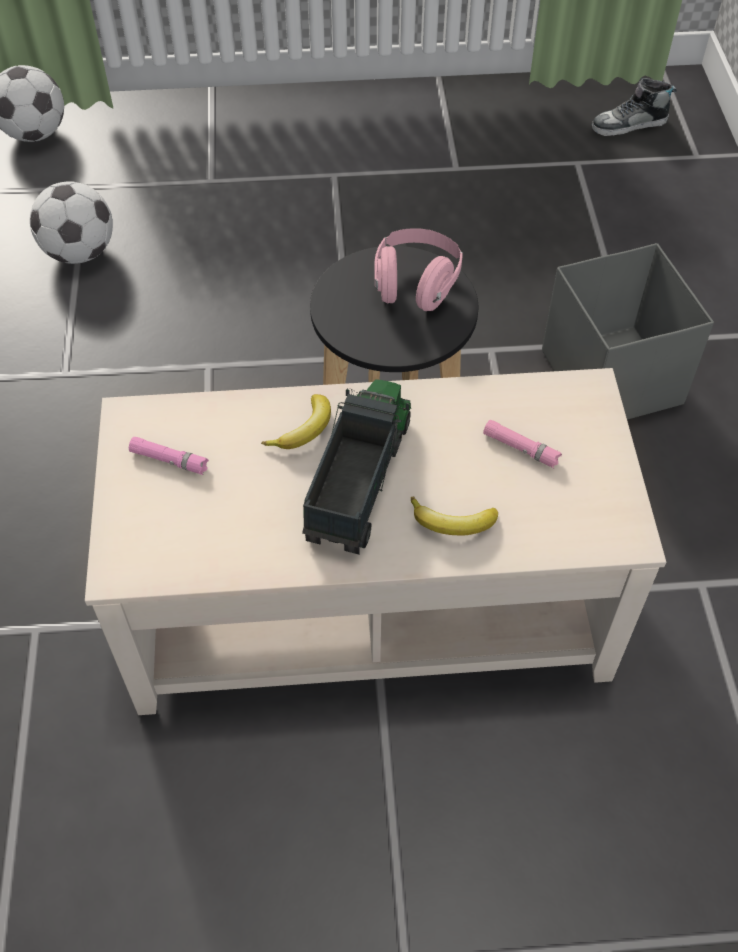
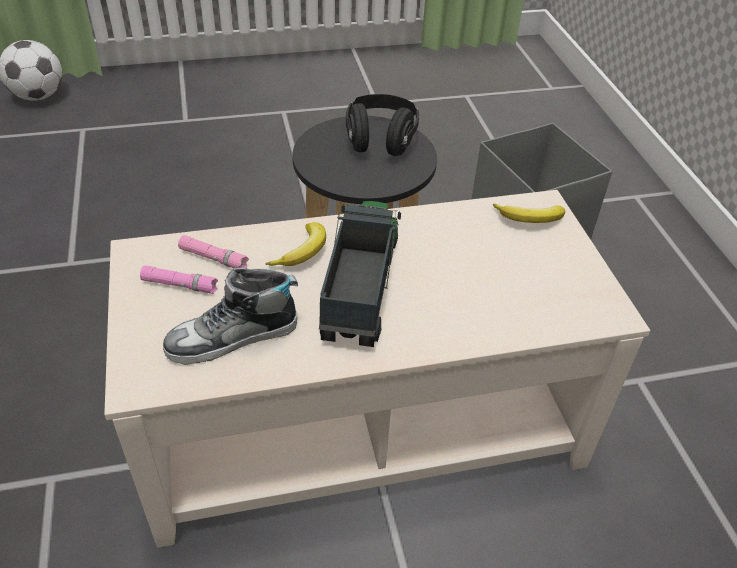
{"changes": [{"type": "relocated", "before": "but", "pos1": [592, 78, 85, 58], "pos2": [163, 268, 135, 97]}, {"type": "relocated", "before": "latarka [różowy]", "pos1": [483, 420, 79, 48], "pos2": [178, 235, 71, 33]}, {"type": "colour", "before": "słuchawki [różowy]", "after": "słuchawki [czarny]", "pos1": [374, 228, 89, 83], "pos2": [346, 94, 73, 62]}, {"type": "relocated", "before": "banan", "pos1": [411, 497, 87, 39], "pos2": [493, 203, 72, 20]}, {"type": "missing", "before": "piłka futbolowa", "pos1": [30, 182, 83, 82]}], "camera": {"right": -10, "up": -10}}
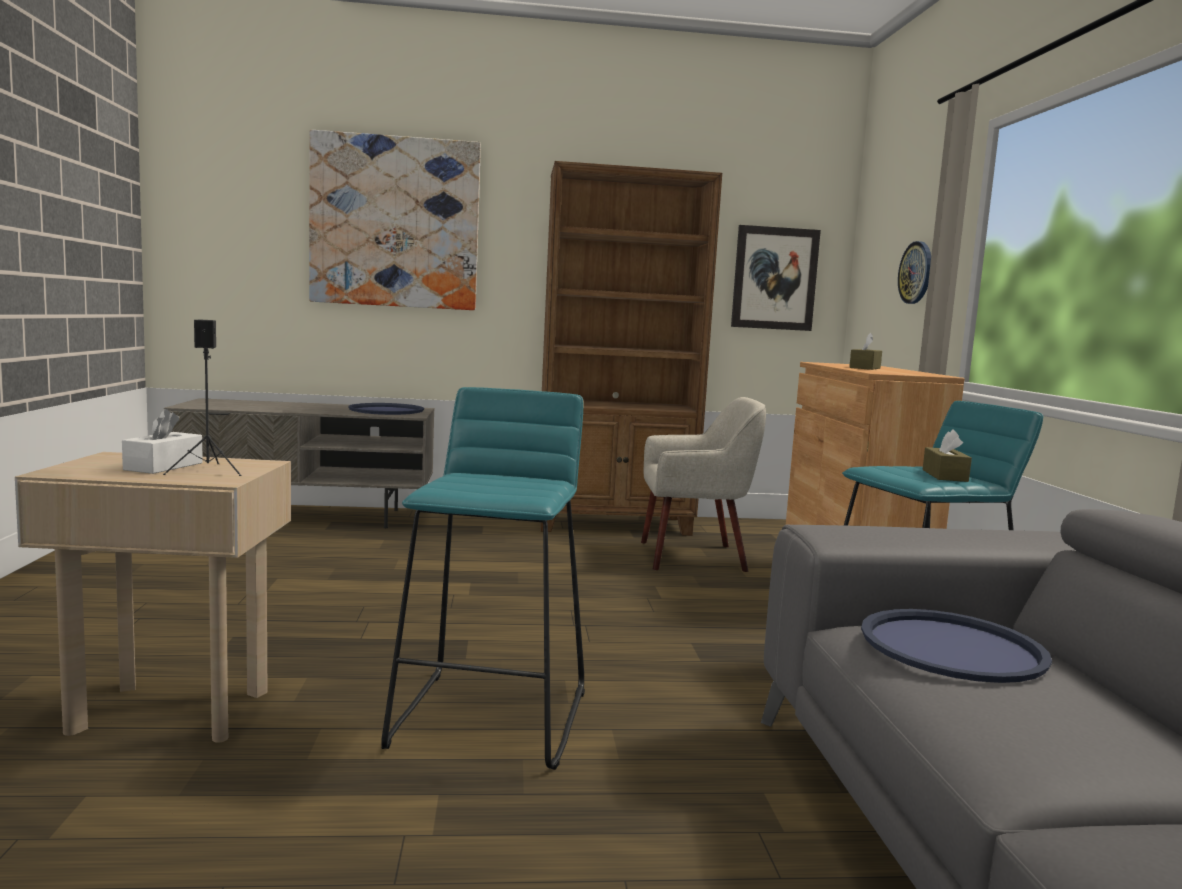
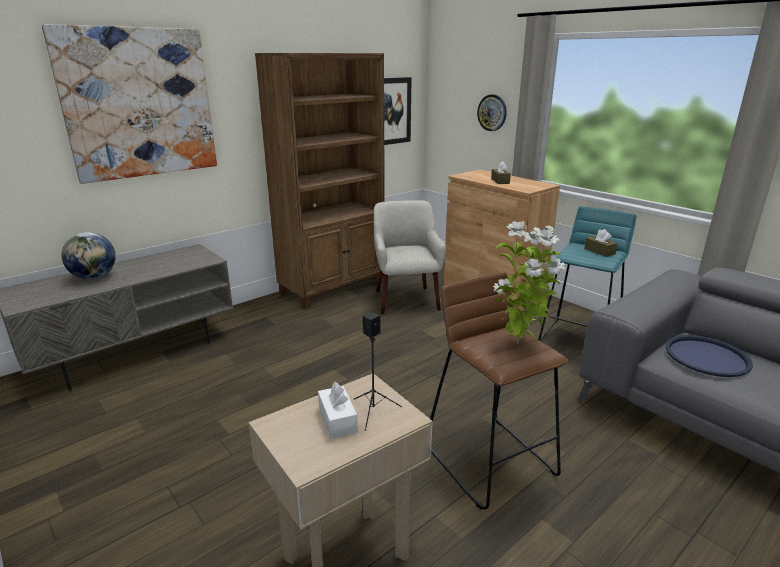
{"changes": [{"type": "appeared", "after": "globus", "pos2": [62, 232, 54, 48]}, {"type": "spun", "before": "fotel [beżowy]", "pos1": [641, 397, 125, 175], "pos2": [374, 200, 72, 114], "turn": -60}, {"type": "colour", "before": "stołek [turkusowy]", "after": "stołek [brązowy]", "pos1": [381, 387, 204, 383], "pos2": [430, 272, 139, 238]}, {"type": "appeared", "after": "roślina doniczkowa", "pos2": [493, 221, 72, 123]}, {"type": "missing", "before": "taca [niebieski]", "pos1": [348, 403, 76, 12]}], "camera": {"right": -35, "up": 15}}
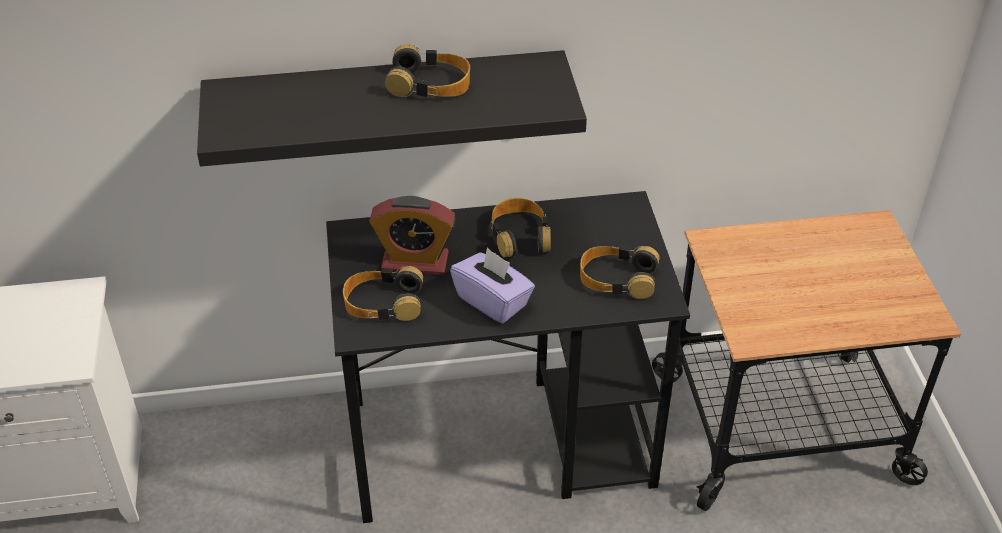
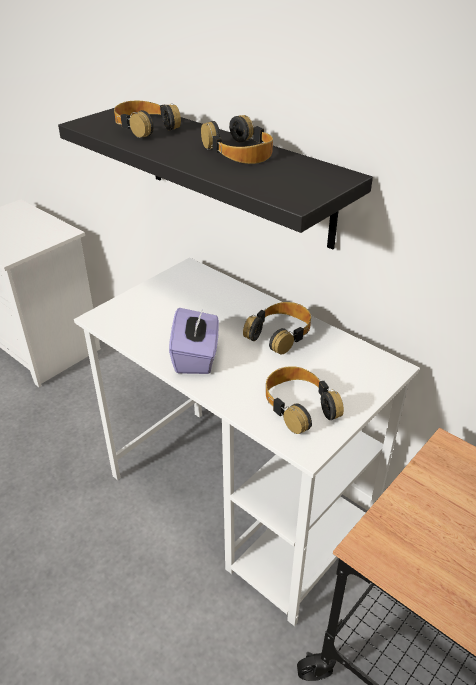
{"changes": [{"type": "colour", "before": "biurko [czarny]", "after": "biurko [biały]", "pos1": [326, 191, 364, 332], "pos2": [74, 257, 346, 369]}, {"type": "relocated", "before": "słuchawki", "pos1": [343, 266, 80, 55], "pos2": [114, 101, 67, 37]}, {"type": "missing", "before": "budzik", "pos1": [369, 196, 87, 79]}], "camera": {"right": 50, "up": -5}}
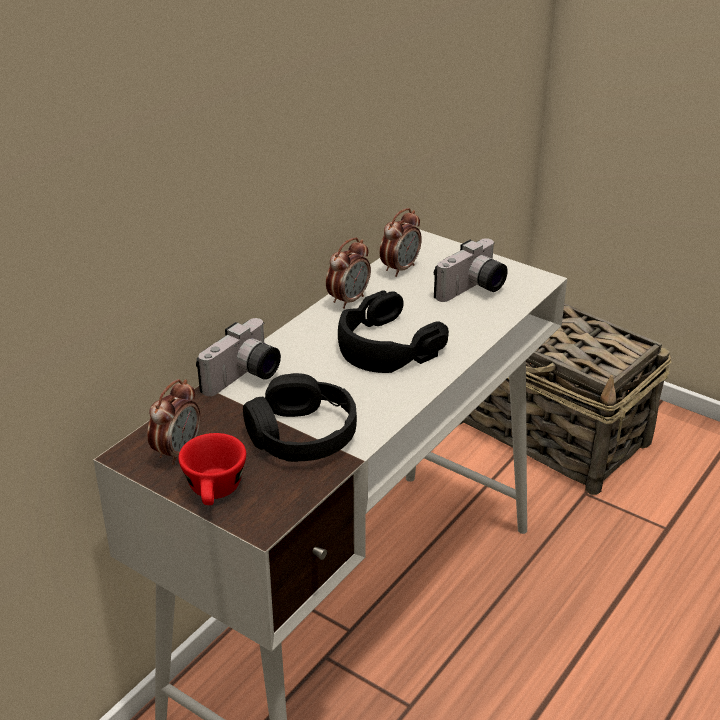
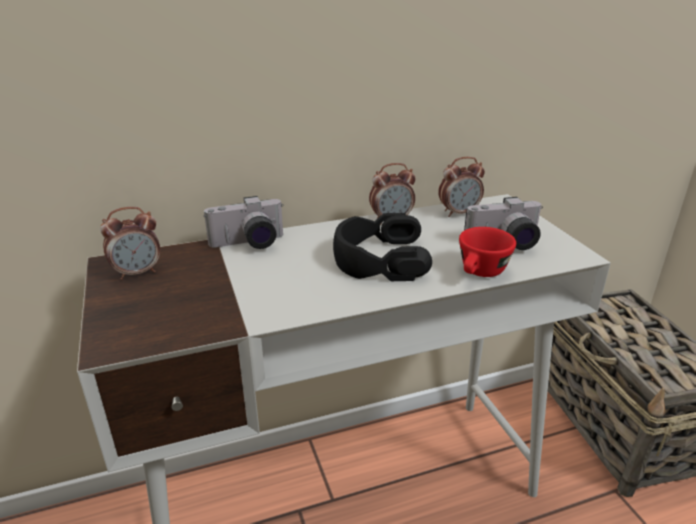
{"changes": [{"type": "relocated", "before": "filiżanka [czerwony]", "pos1": [178, 433, 68, 72], "pos2": [459, 227, 57, 50]}, {"type": "missing", "before": "słuchawki [czarny]", "pos1": [243, 373, 114, 89]}], "camera": {"right": 35, "up": -5}}
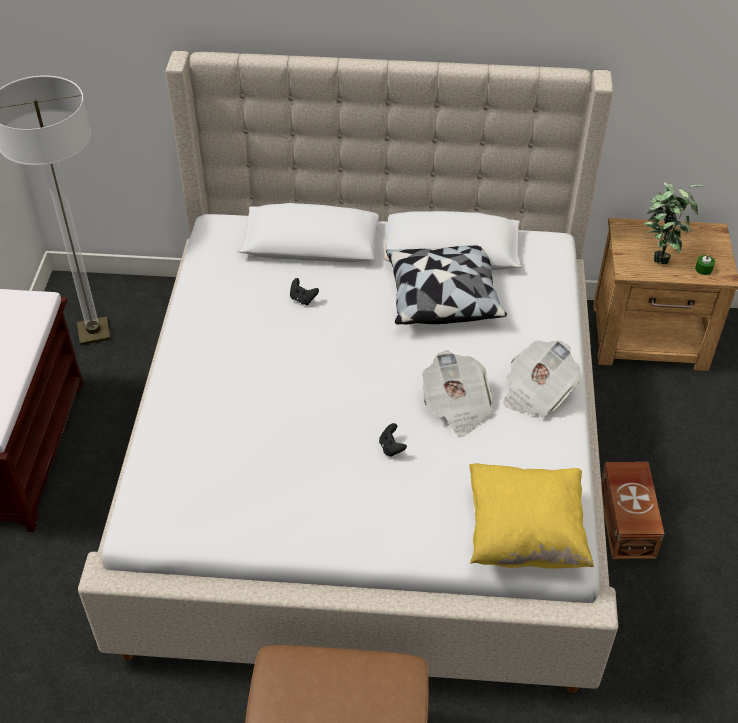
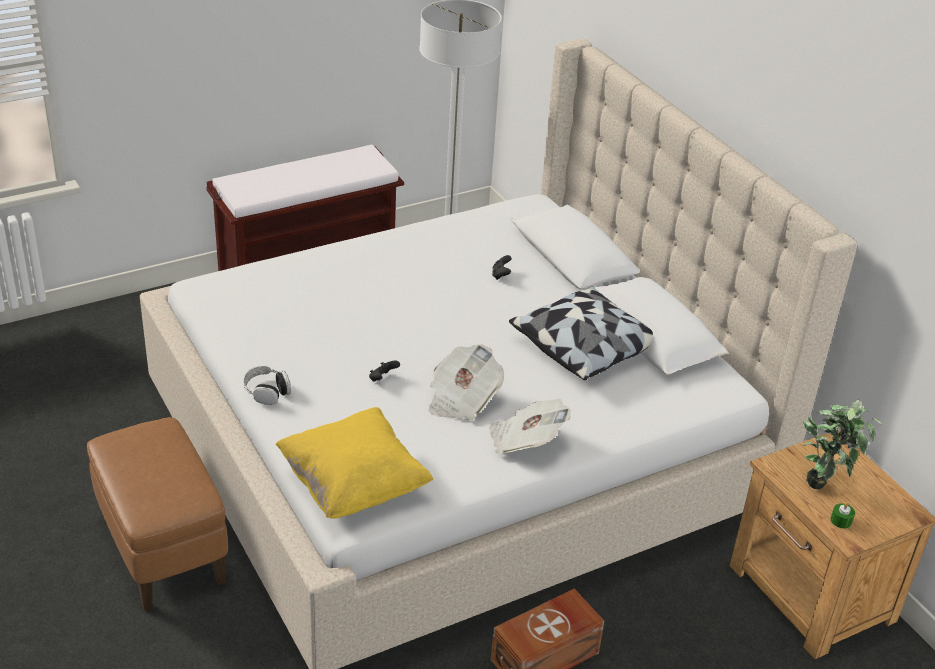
{"changes": [{"type": "appeared", "after": "słuchawki", "pos2": [244, 366, 47, 39]}], "camera": {"right": 55, "up": -10}}
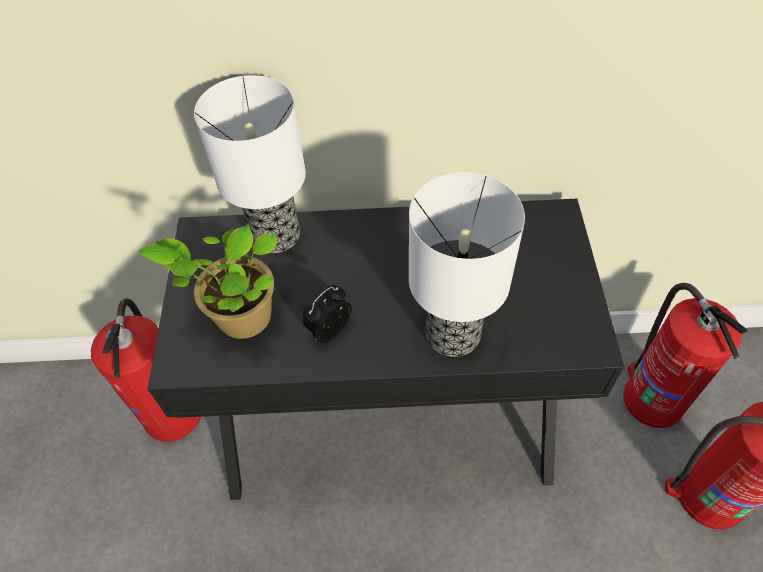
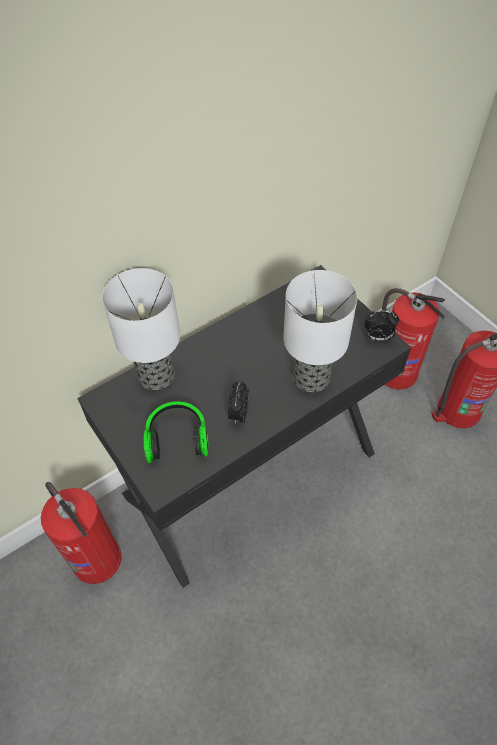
{"changes": [{"type": "exchanged", "before": "roślina doniczkowa", "after": "słuchawki", "pos1": [138, 224, 139, 115], "pos2": [144, 401, 65, 62]}, {"type": "appeared", "after": "budzik", "pos2": [365, 311, 34, 31]}], "camera": {"right": -35, "up": 0}}
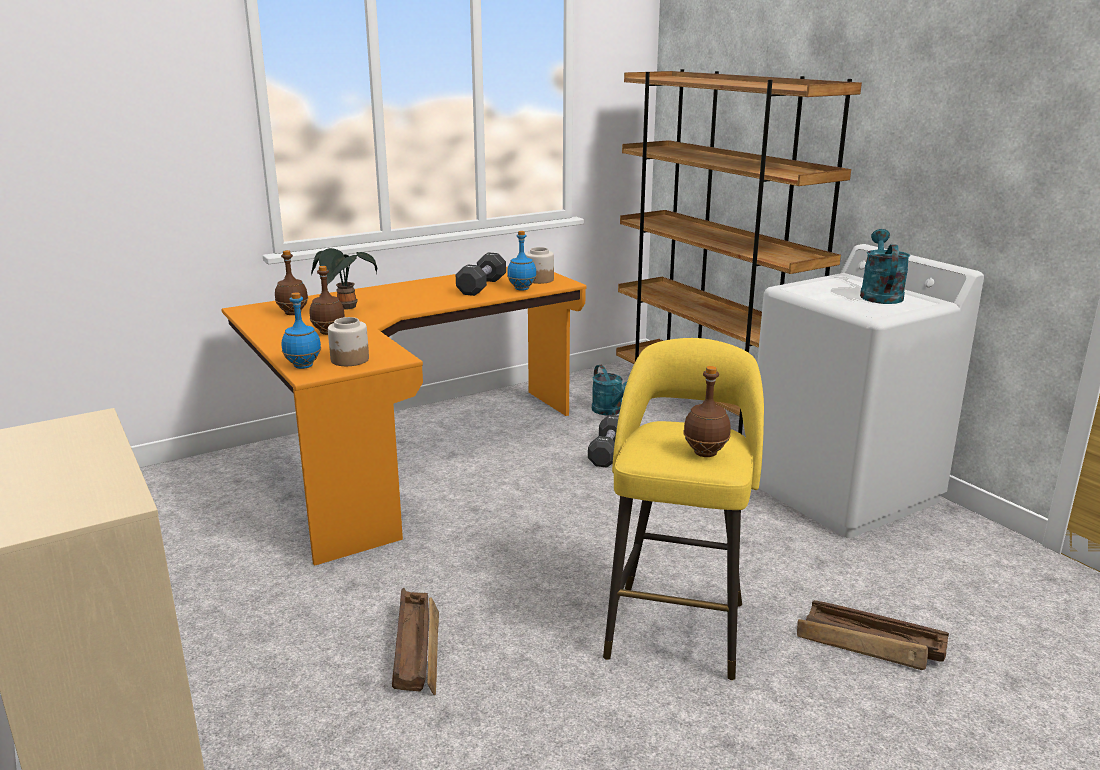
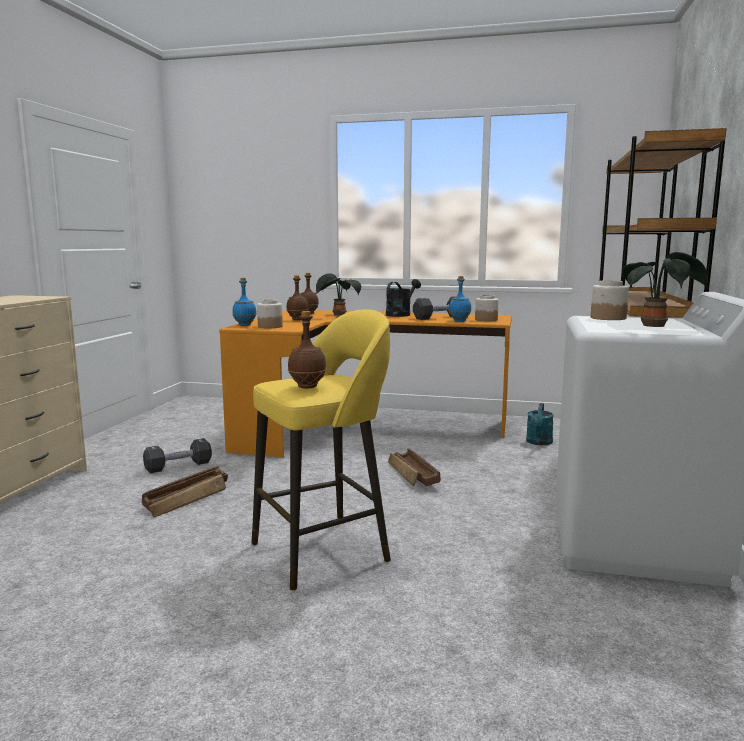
{"changes": [{"type": "relocated", "before": "hantel [czarny]", "pos1": [588, 415, 31, 53], "pos2": [143, 438, 69, 35]}, {"type": "appeared", "after": "konewka [czarny]", "pos2": [386, 279, 35, 38]}, {"type": "relocated", "before": "skrzynka", "pos1": [797, 600, 152, 70], "pos2": [388, 449, 53, 37]}, {"type": "appeared", "after": "słoik", "pos2": [591, 280, 38, 40]}, {"type": "exchanged", "before": "konewka [turkusowy]", "after": "roślina doniczkowa", "pos1": [860, 229, 50, 75], "pos2": [622, 252, 86, 75]}], "camera": {"right": 45, "up": -10}}
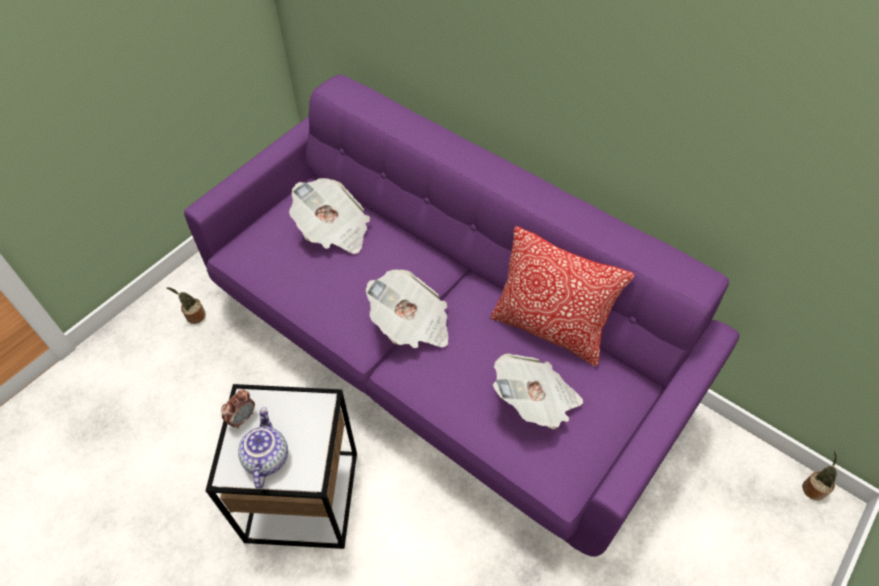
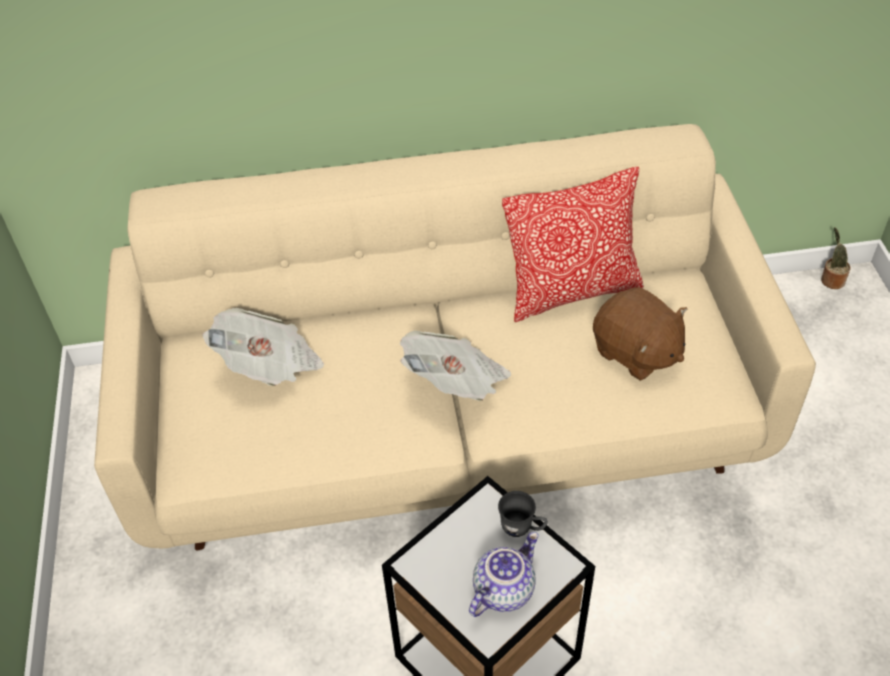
{"changes": [{"type": "colour", "before": "kanapa [fioletowy]", "after": "kanapa [beżowy]", "pos1": [184, 75, 555, 482], "pos2": [94, 124, 722, 427]}, {"type": "spun", "before": "imbryk", "pos1": [238, 407, 50, 82], "pos2": [469, 532, 70, 85], "turn": 90}, {"type": "appeared", "after": "kubek [szary]", "pos2": [498, 491, 50, 46]}, {"type": "exchanged", "before": "gazeta", "after": "pluszak [brązowy]", "pos1": [493, 353, 90, 76], "pos2": [593, 287, 94, 94]}, {"type": "missing", "before": "roślina doniczkowa", "pos1": [167, 287, 39, 37]}, {"type": "missing", "before": "budzik", "pos1": [221, 389, 34, 39]}], "camera": {"right": -45, "up": -5}}
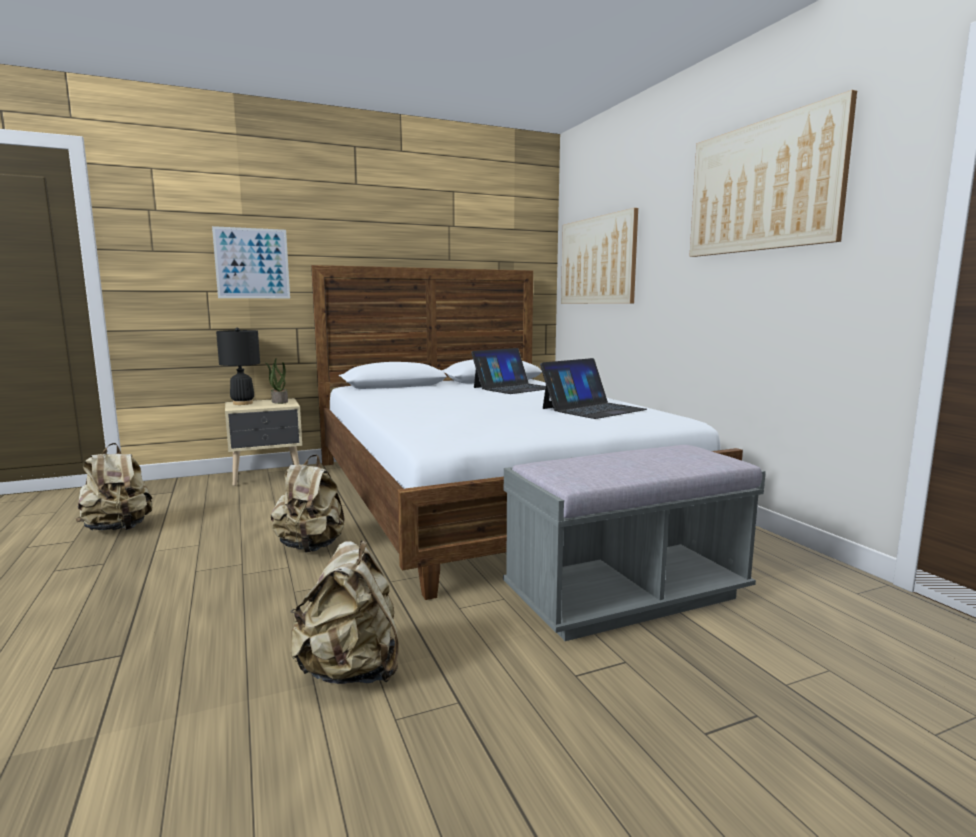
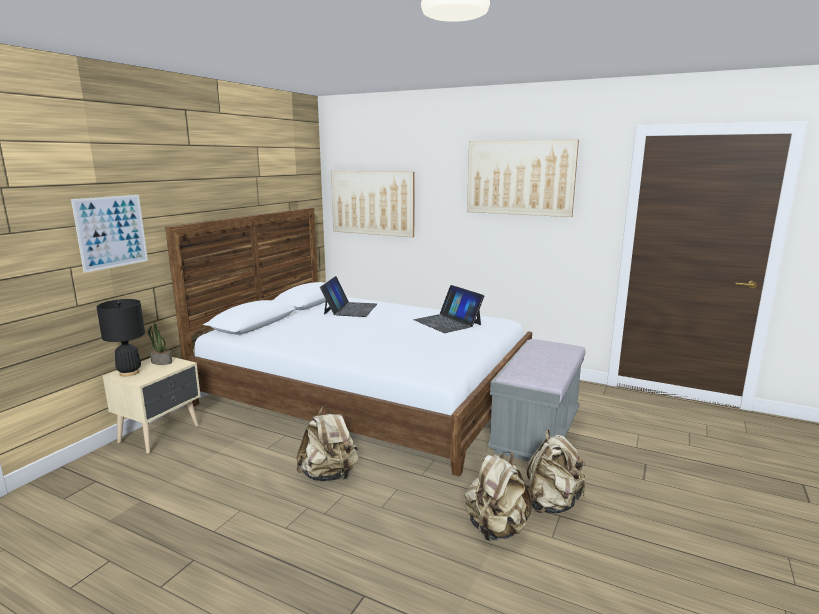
{"changes": [{"type": "spun", "before": "laptop", "pos1": [540, 358, 107, 61], "pos2": [414, 285, 70, 48], "turn": 135}, {"type": "relocated", "before": "plecak [beżowy]", "pos1": [76, 443, 77, 87], "pos2": [527, 429, 59, 84]}], "camera": {"right": -40, "up": 5}}
